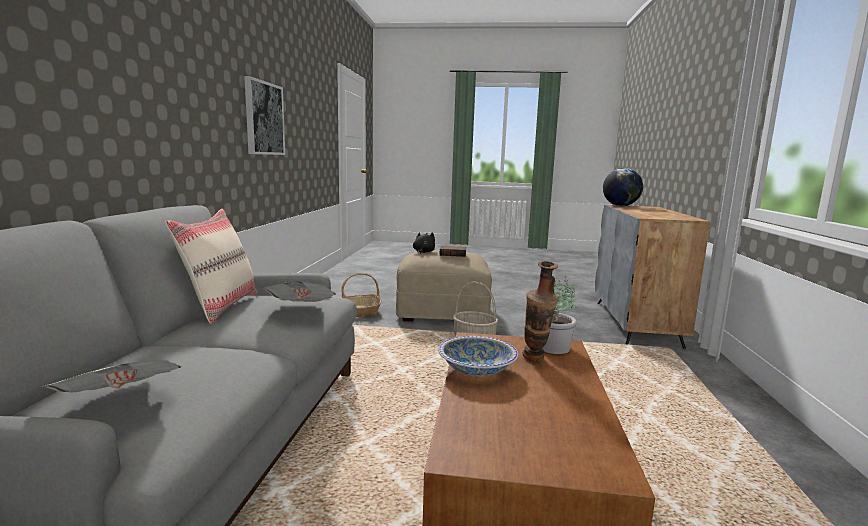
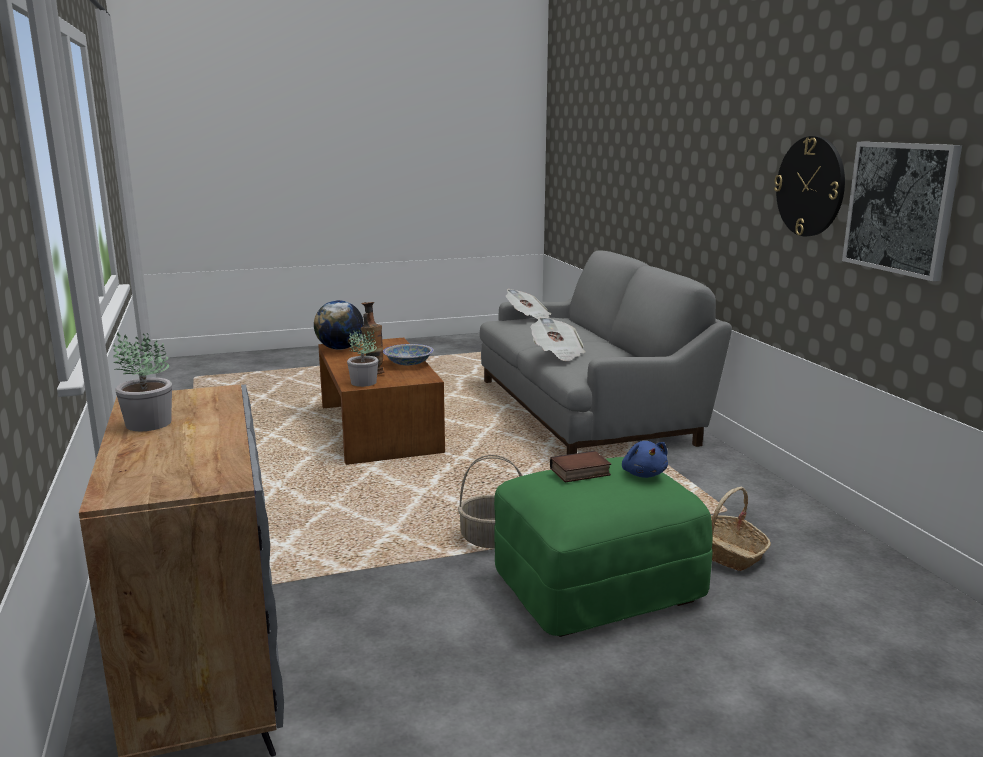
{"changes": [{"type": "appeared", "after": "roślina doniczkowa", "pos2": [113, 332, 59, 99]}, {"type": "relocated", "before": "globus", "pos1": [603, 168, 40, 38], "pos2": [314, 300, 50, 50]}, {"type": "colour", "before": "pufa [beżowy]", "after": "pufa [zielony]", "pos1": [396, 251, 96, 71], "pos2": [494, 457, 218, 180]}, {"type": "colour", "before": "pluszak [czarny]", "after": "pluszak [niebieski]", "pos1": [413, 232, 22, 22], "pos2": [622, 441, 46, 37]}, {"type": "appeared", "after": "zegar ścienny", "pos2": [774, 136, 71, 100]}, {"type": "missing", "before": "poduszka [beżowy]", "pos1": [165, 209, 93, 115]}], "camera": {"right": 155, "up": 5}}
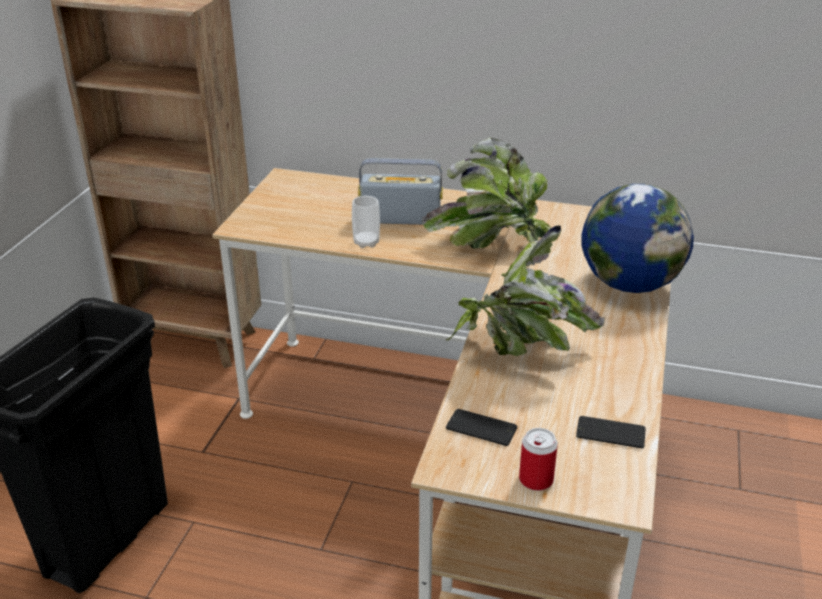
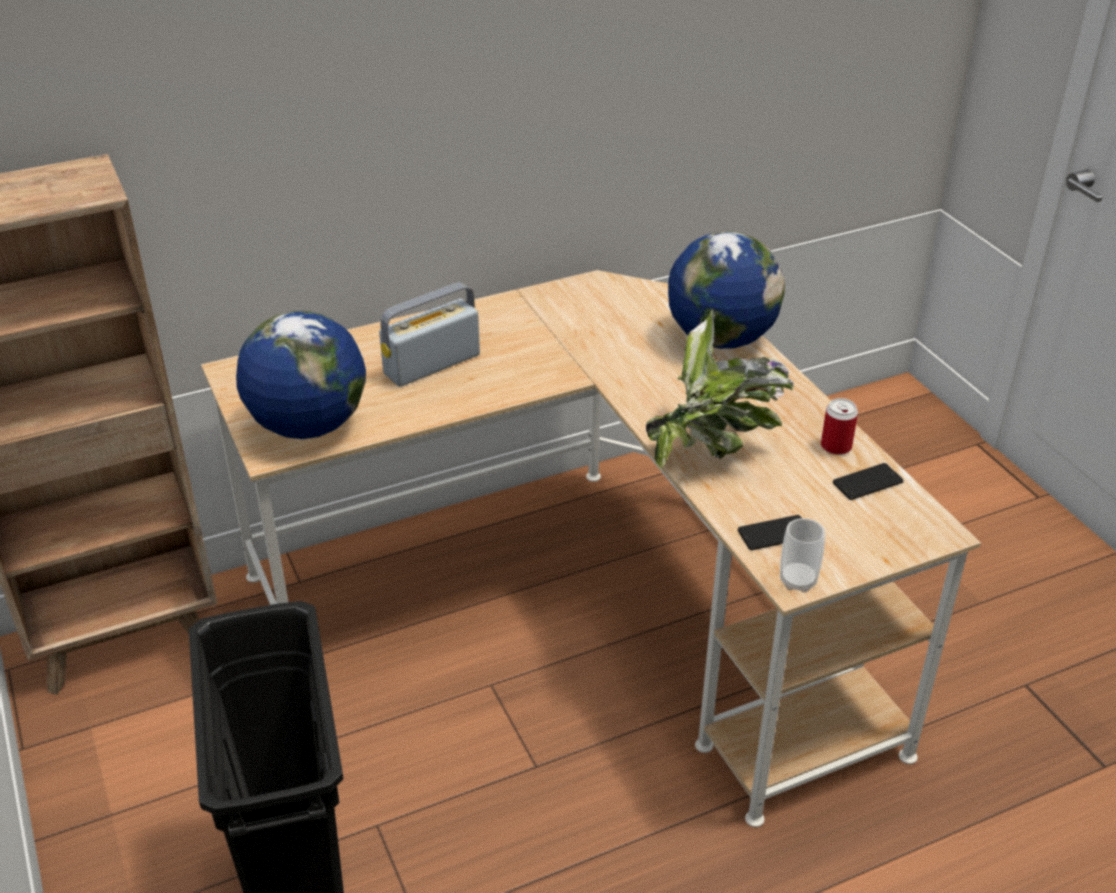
{"changes": [{"type": "appeared", "after": "globus", "pos2": [236, 311, 130, 128]}, {"type": "relocated", "before": "filiżanka", "pos1": [352, 196, 28, 52], "pos2": [780, 518, 45, 75]}, {"type": "relocated", "before": "puszka", "pos1": [519, 428, 39, 63], "pos2": [821, 398, 37, 57]}, {"type": "missing", "before": "roślina doniczkowa", "pos1": [422, 138, 129, 111]}], "camera": {"right": -40, "up": 5}}
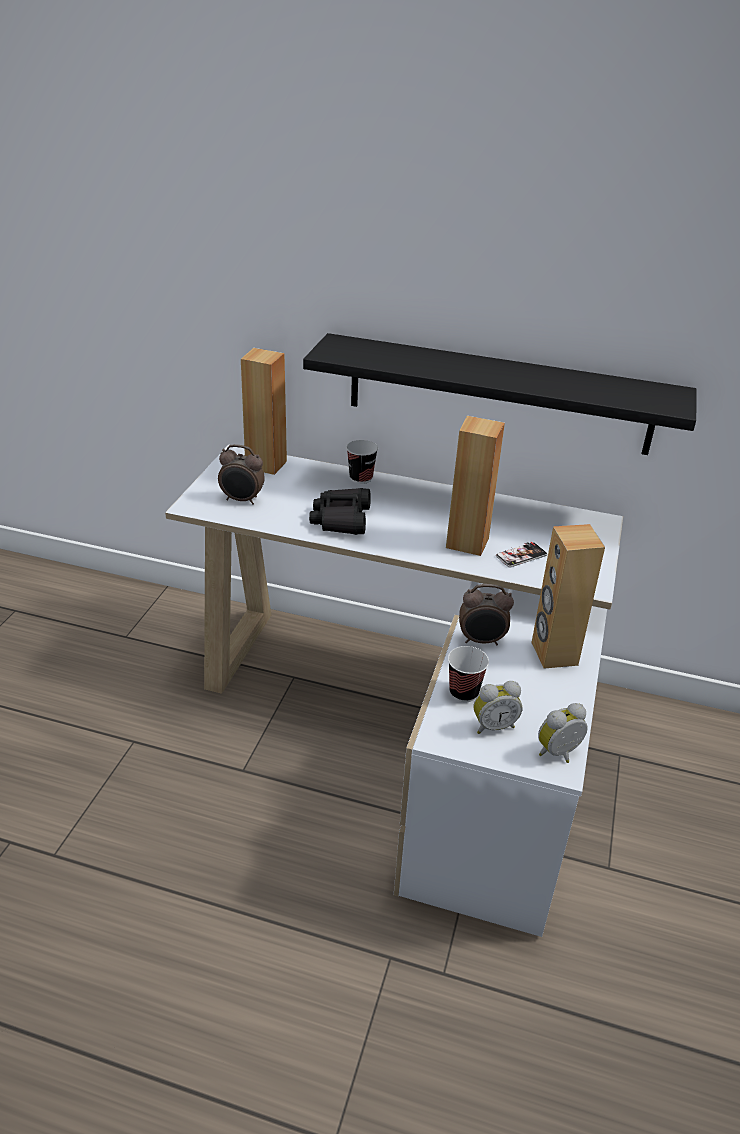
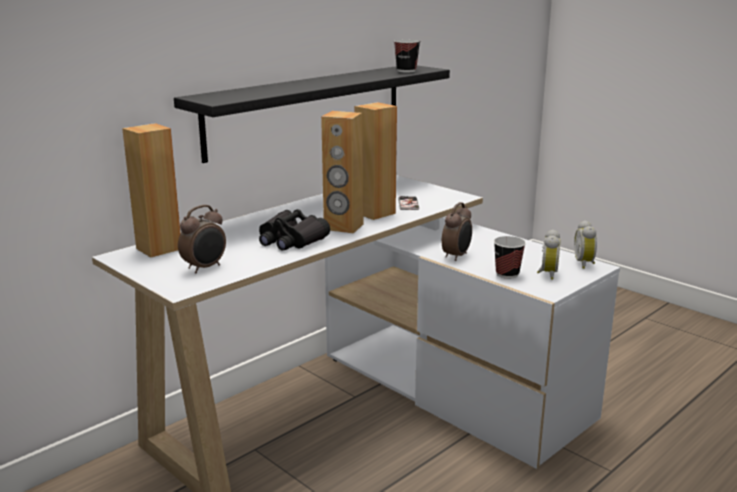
{"changes": [{"type": "relocated", "before": "głośnik [brązowy]", "pos1": [531, 524, 74, 145], "pos2": [321, 111, 42, 123]}, {"type": "relocated", "before": "filiżanka", "pos1": [346, 440, 32, 44], "pos2": [394, 39, 26, 33]}], "camera": {"right": -60, "up": -15}}
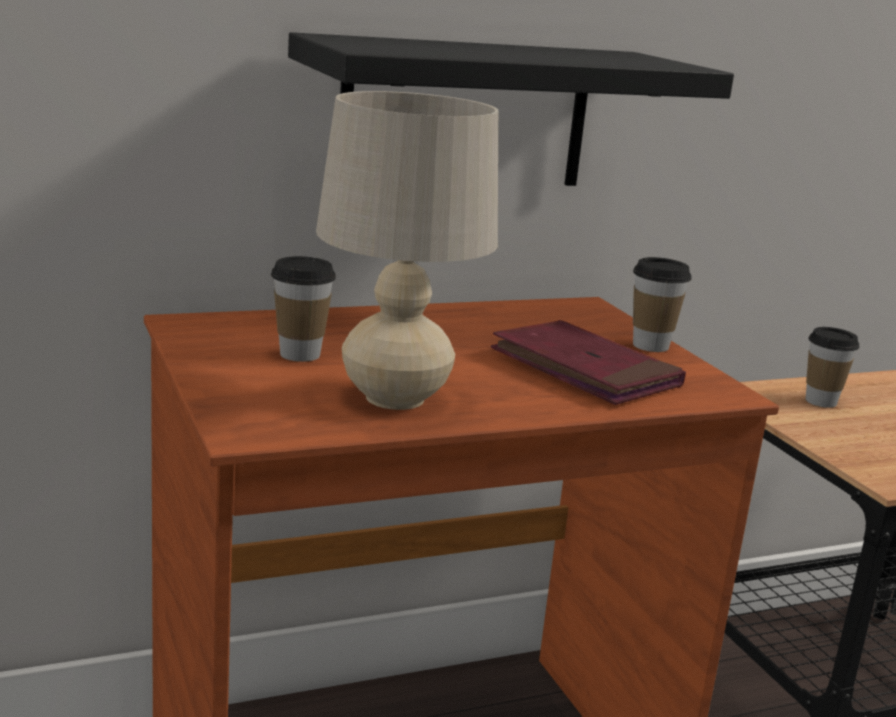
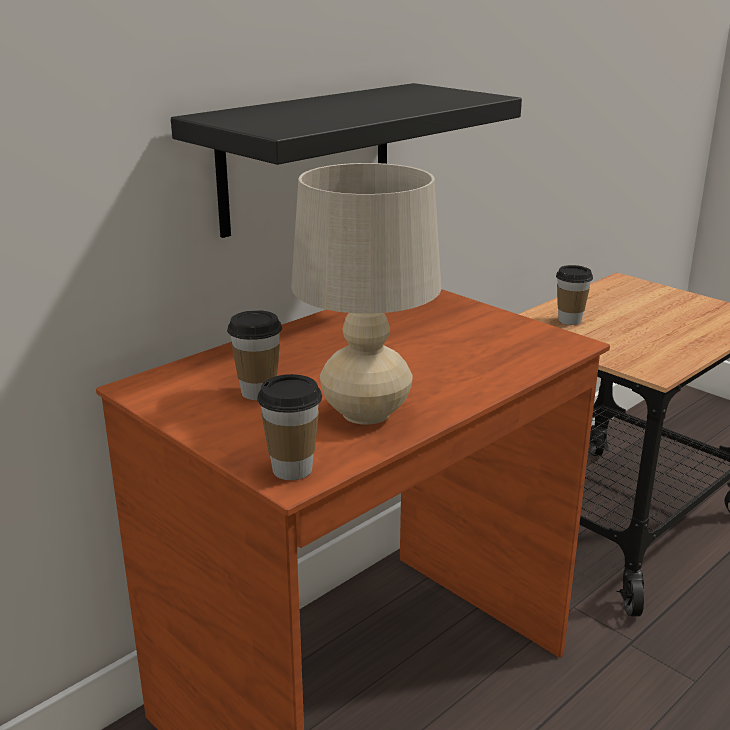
{"changes": [{"type": "relocated", "before": "filiżanka", "pos1": [633, 257, 59, 95], "pos2": [257, 374, 65, 106]}, {"type": "missing", "before": "książka [czerwony]", "pos1": [491, 320, 195, 85]}], "camera": {"right": -20, "up": 5}}
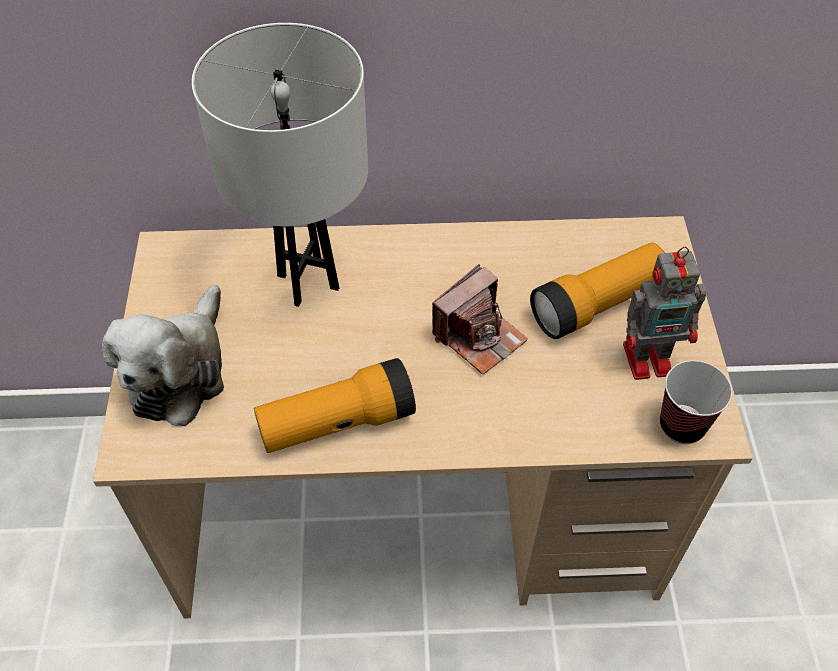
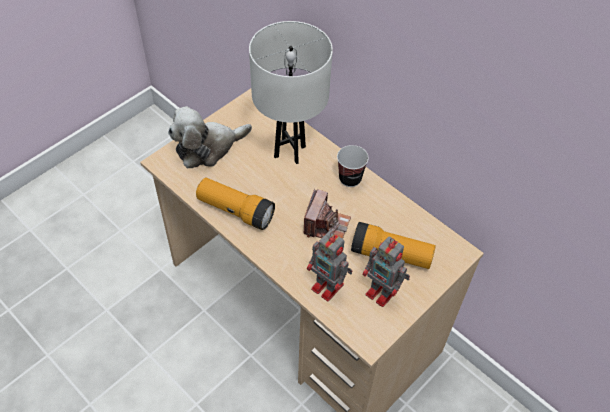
{"changes": [{"type": "spun", "before": "aparat fotograficzny", "pos1": [432, 264, 96, 111], "pos2": [304, 189, 47, 50], "turn": -75}, {"type": "appeared", "after": "robot zabawkowy", "pos2": [307, 231, 45, 70]}, {"type": "relocated", "before": "filiżanka", "pos1": [660, 360, 72, 84], "pos2": [337, 145, 32, 42]}], "camera": {"right": 45, "up": 0}}
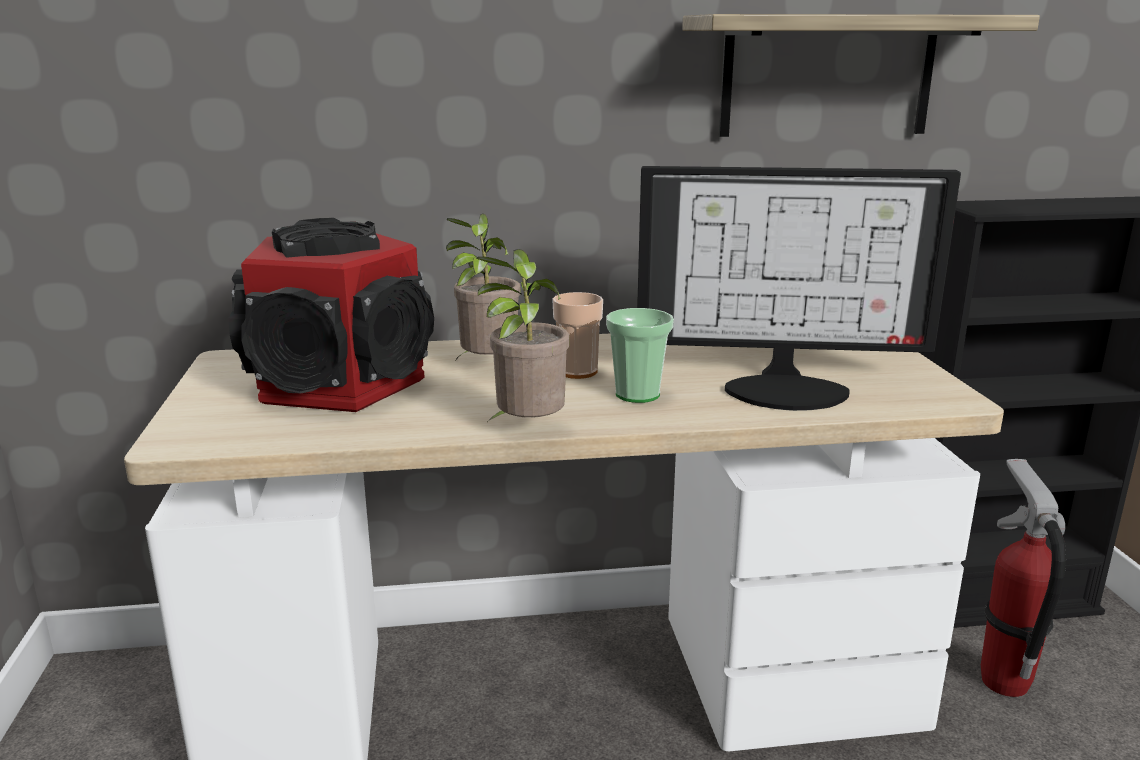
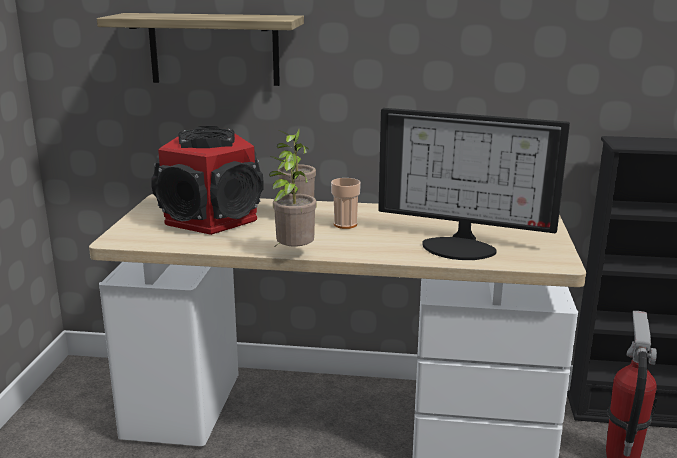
{"changes": [{"type": "relocated", "before": "półka", "pos1": [682, 14, 358, 123], "pos2": [97, 13, 207, 73]}, {"type": "missing", "before": "filiżanka", "pos1": [606, 308, 68, 95]}], "camera": {"right": 15, "up": 0}}
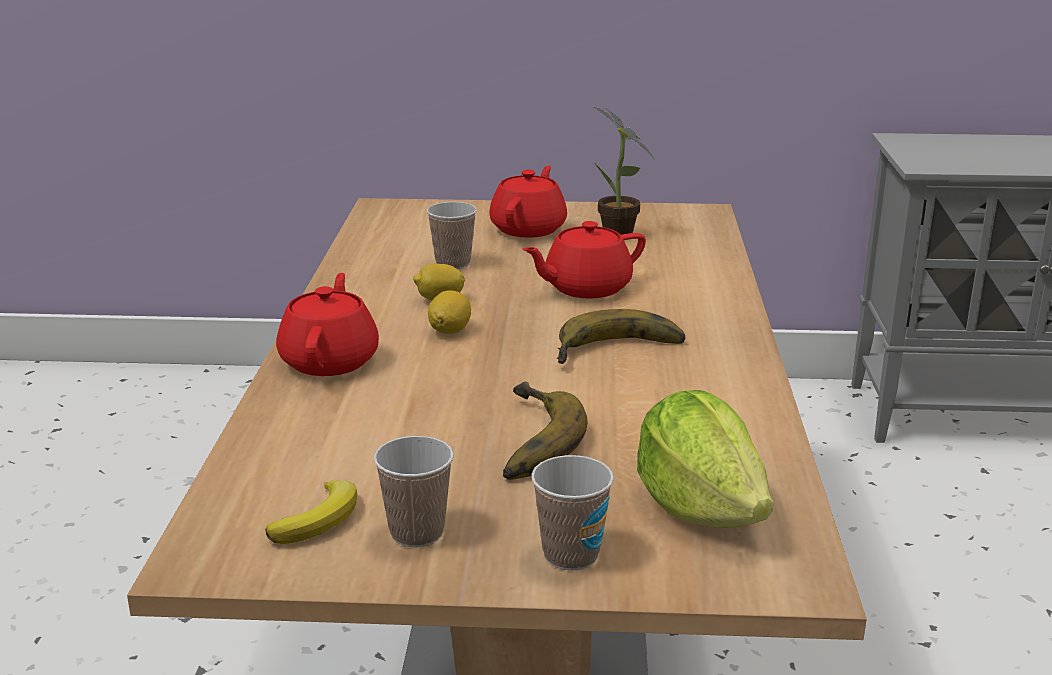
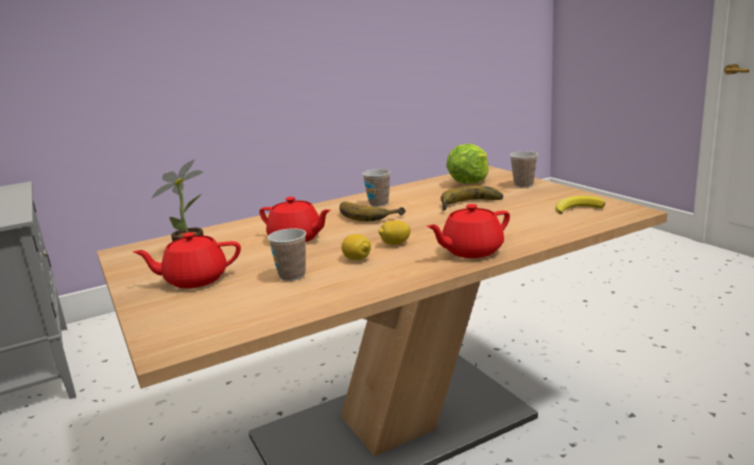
{"changes": [{"type": "relocated", "before": "filiżanka", "pos1": [374, 436, 80, 111], "pos2": [362, 169, 29, 38]}], "camera": {"right": -120, "up": -5}}
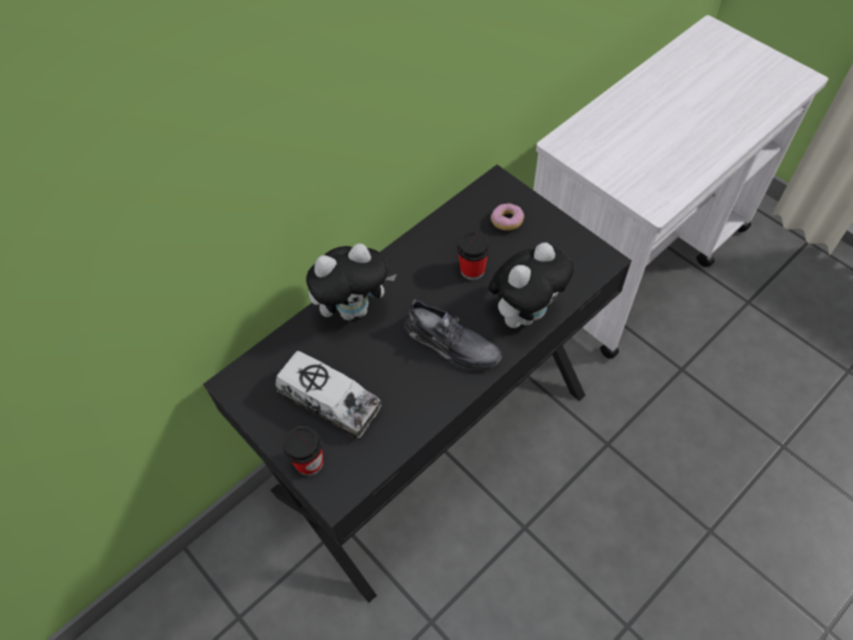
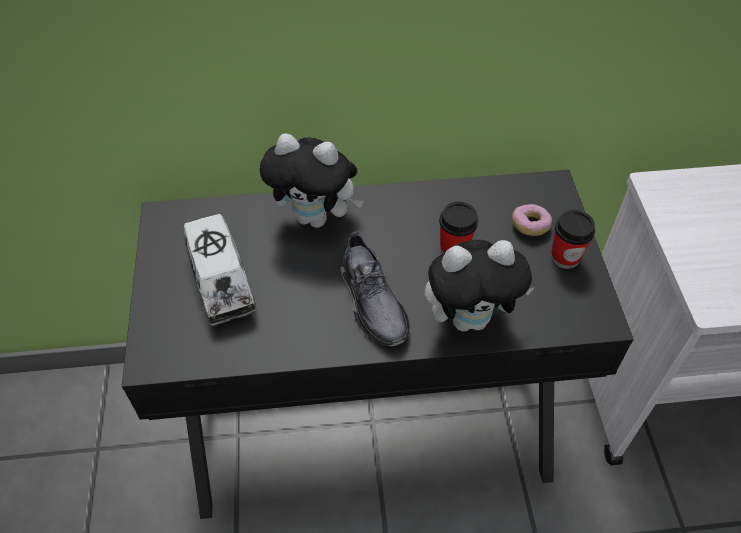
{"changes": [{"type": "relocated", "before": "filiżanka", "pos1": [283, 426, 41, 50], "pos2": [551, 210, 44, 59]}], "camera": {"right": 35, "up": -5}}
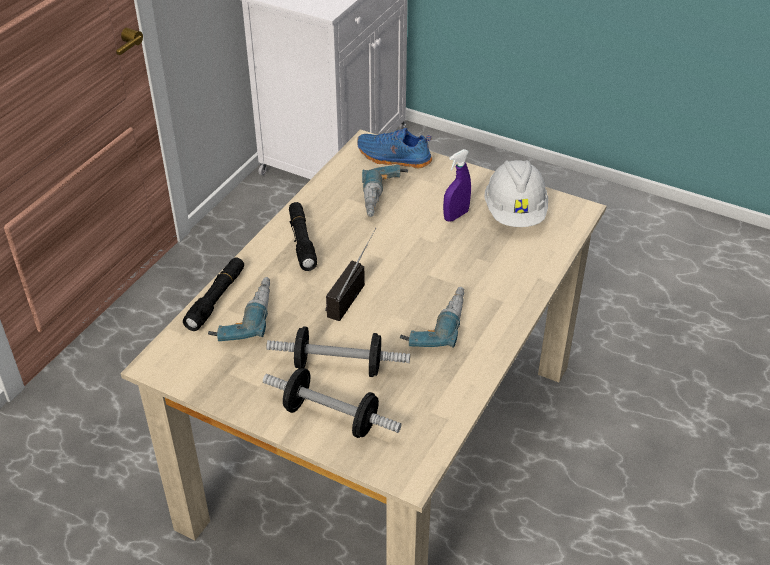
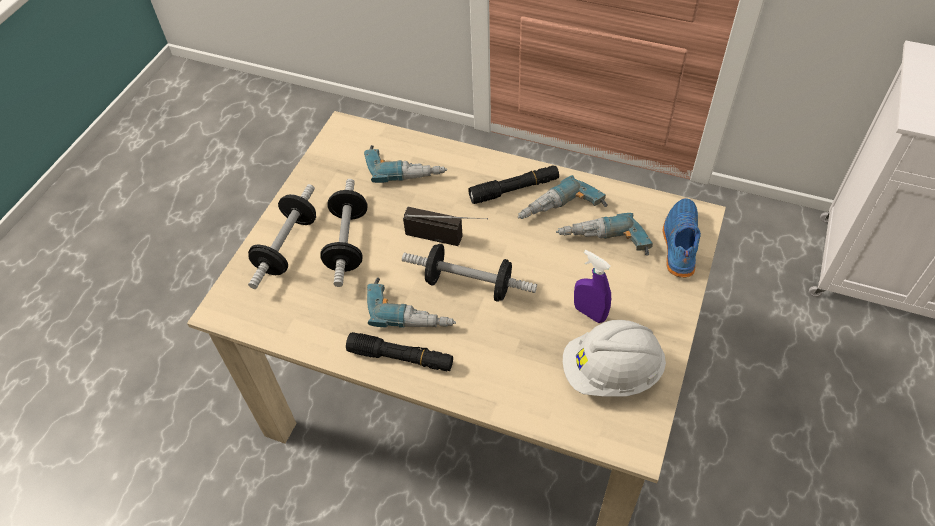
{"changes": [{"type": "relocated", "before": "latarka [czarny]", "pos1": [183, 258, 61, 73], "pos2": [346, 332, 107, 39]}, {"type": "appeared", "after": "hantel", "pos2": [402, 244, 135, 58]}, {"type": "appeared", "after": "wiertarka", "pos2": [518, 175, 90, 44]}], "camera": {"right": 85, "up": 10}}
